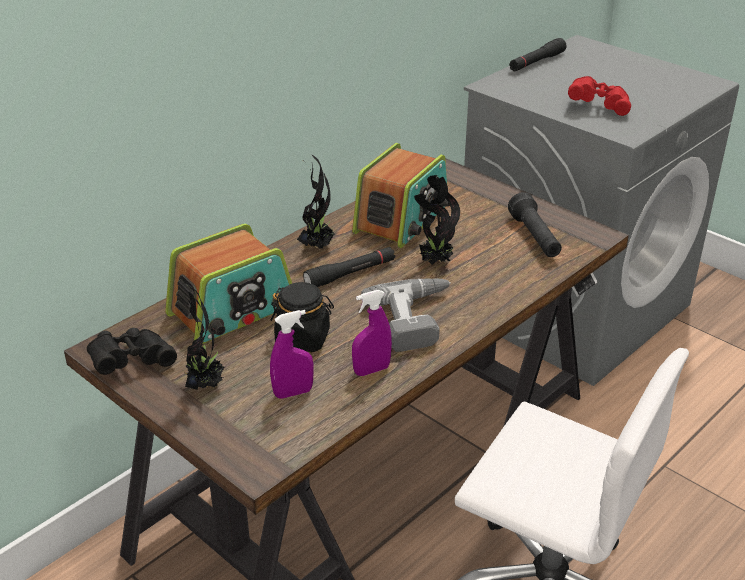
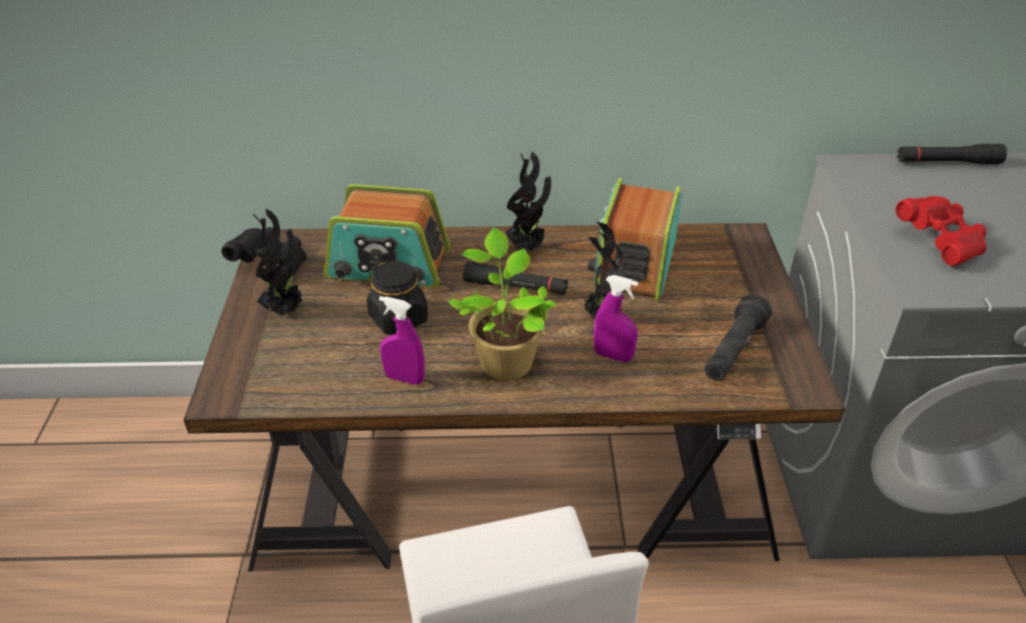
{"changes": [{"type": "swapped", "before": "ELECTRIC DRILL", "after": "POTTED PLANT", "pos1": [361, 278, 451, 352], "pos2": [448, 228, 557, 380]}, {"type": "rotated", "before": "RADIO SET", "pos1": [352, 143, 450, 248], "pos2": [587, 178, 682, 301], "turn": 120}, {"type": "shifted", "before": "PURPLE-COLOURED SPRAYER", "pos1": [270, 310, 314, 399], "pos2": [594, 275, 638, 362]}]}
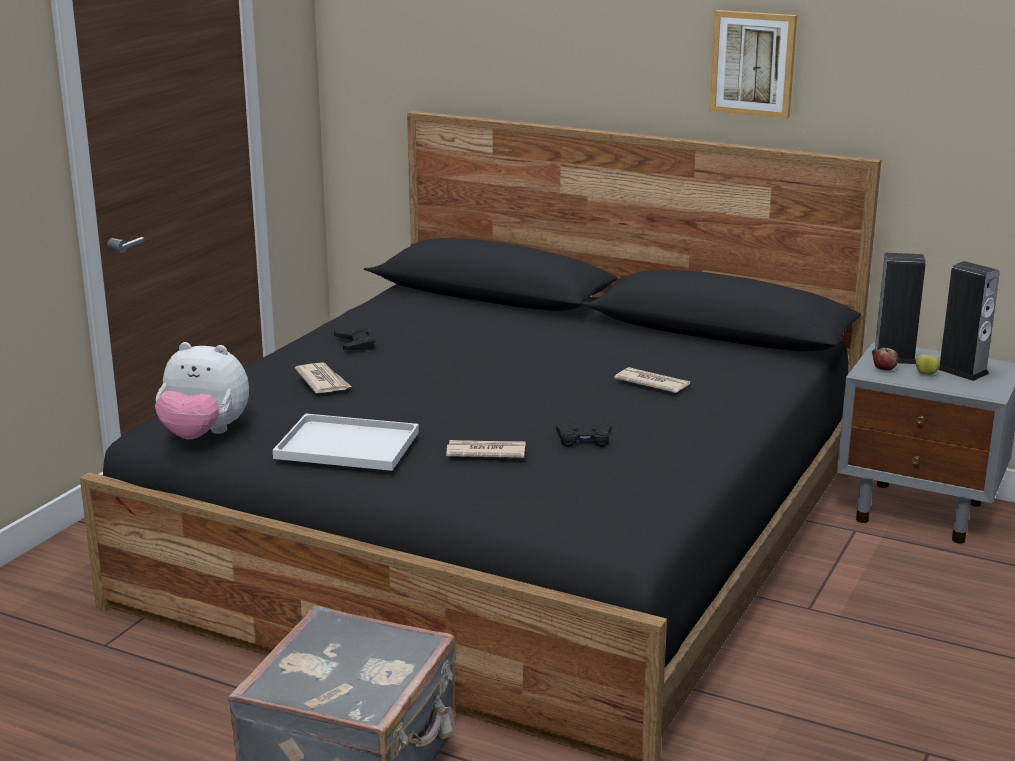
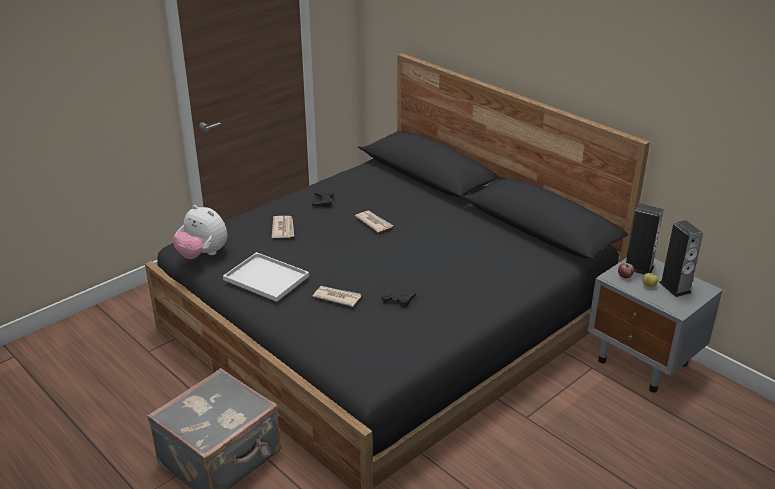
{"changes": [{"type": "shifted", "before": "DAILY PAPER", "pos1": [614, 367, 690, 393], "pos2": [355, 211, 393, 232]}, {"type": "gone", "before": "PICTURE", "pos1": [709, 10, 797, 119]}]}
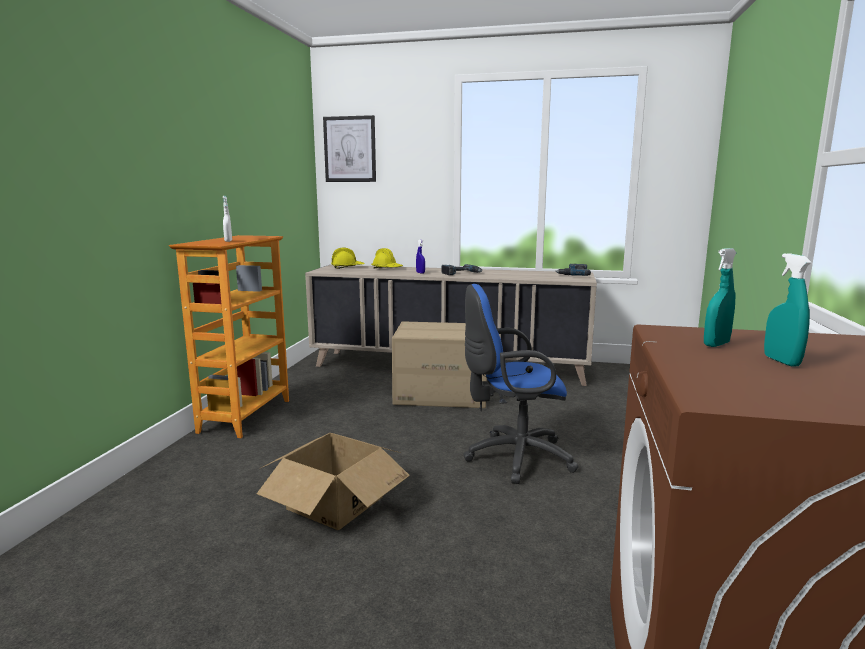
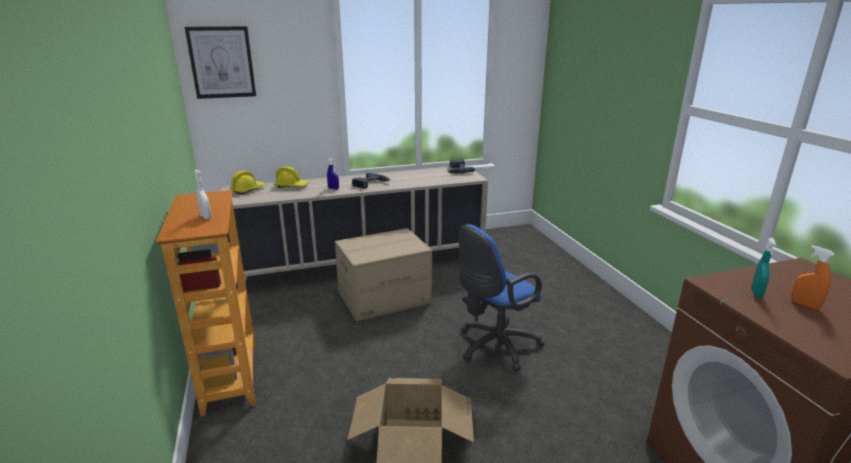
{"changes": [{"type": "repainted", "before": "TURQUOISE-COLOURED SPRAYER", "after": "ORANGE-COLOURED SPRAYER", "pos1": [764, 253, 812, 367], "pos2": [792, 245, 835, 310]}]}
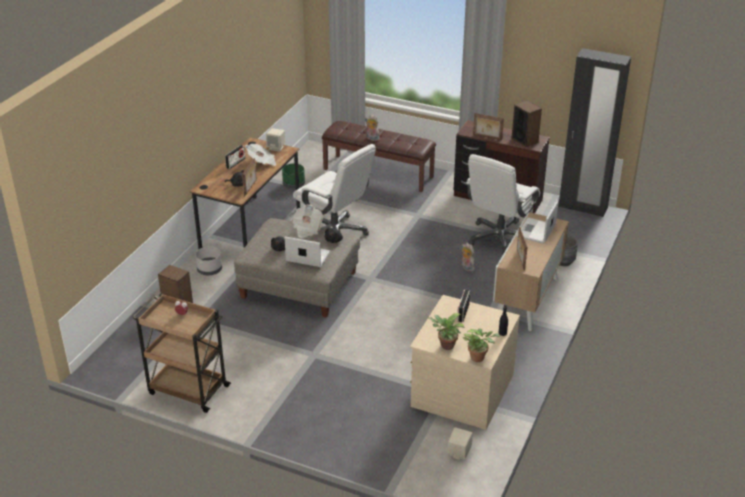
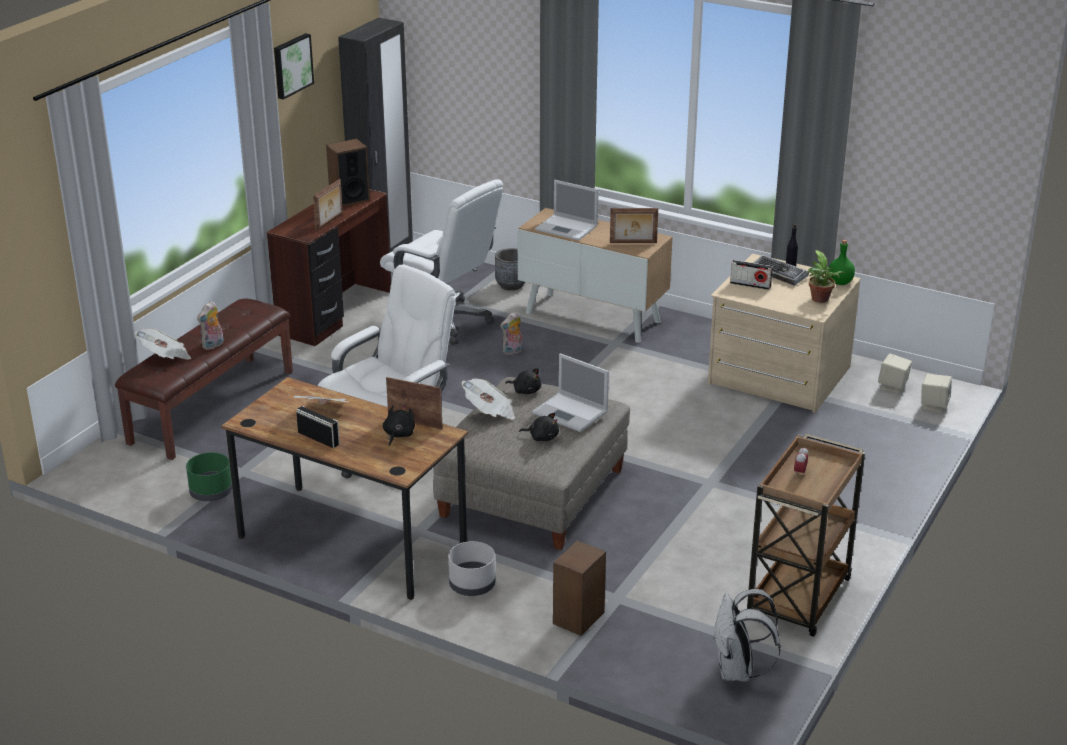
{"changes": [{"type": "new", "after": "DAILY PAPER", "pos2": [135, 328, 191, 359]}, {"type": "new", "after": "PICTURE", "pos2": [274, 33, 314, 100]}, {"type": "rotated", "before": "NOTEBOOK COMPUTER", "pos1": [285, 237, 330, 267], "pos2": [532, 354, 609, 432], "turn": -75}, {"type": "new", "after": "WHITISH RUCKSACK", "pos2": [713, 589, 781, 682]}, {"type": "new", "after": "KEYBOARD", "pos2": [754, 255, 809, 286]}, {"type": "swapped", "before": "POTTED PLANT", "after": "GREEN BOTTLE", "pos1": [463, 328, 500, 362], "pos2": [828, 240, 855, 285]}, {"type": "shifted", "before": "BEIGE SPEAKER", "pos1": [266, 128, 285, 152], "pos2": [921, 374, 952, 413]}]}
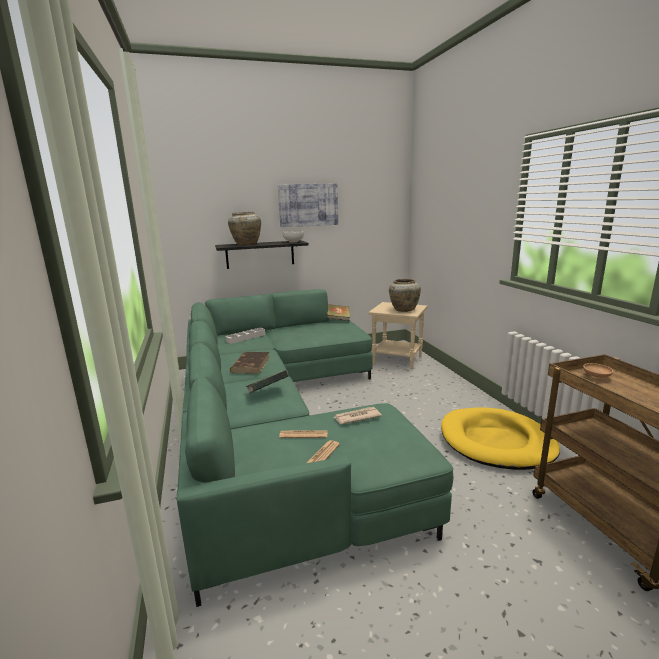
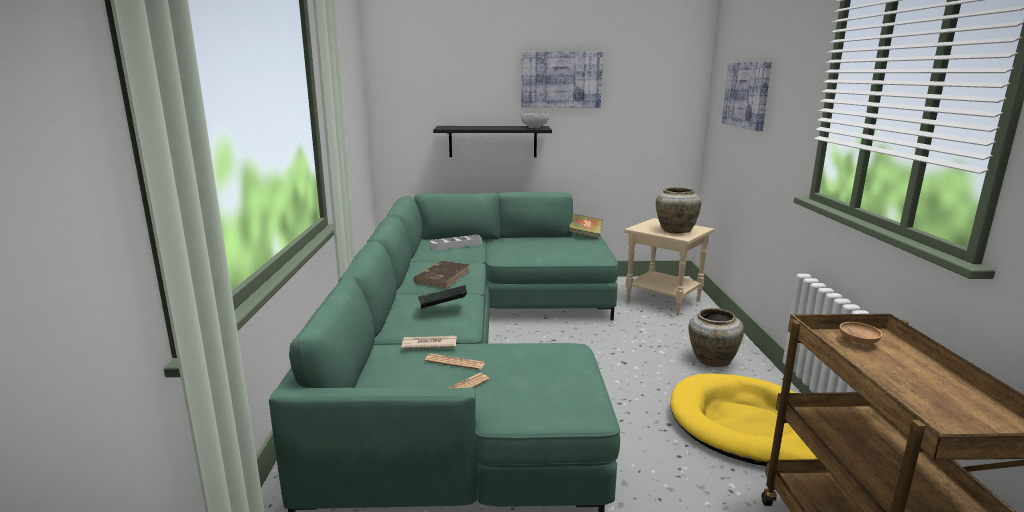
{"changes": [{"type": "shifted", "before": "DAILY PAPER", "pos1": [334, 407, 382, 424], "pos2": [401, 336, 457, 349]}, {"type": "shifted", "before": "BEIGE VASE", "pos1": [228, 212, 261, 245], "pos2": [689, 308, 744, 367]}, {"type": "new", "after": "PICTURE", "pos2": [722, 61, 772, 131]}]}
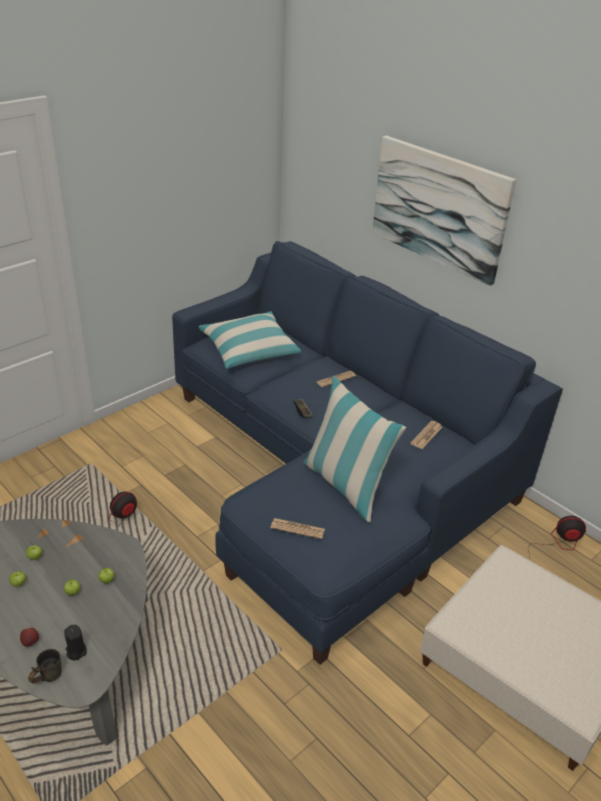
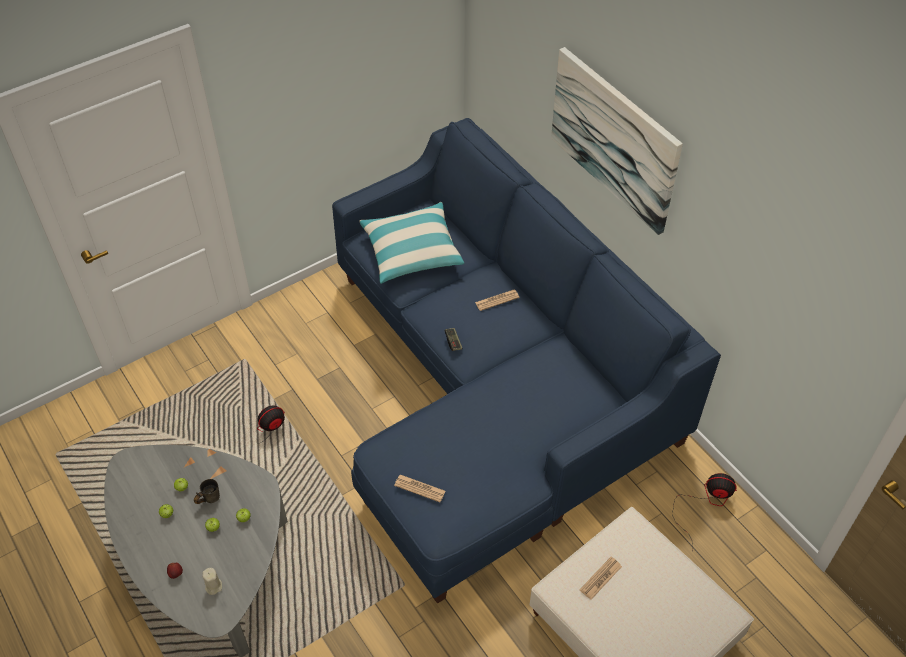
{"changes": [{"type": "shifted", "before": "GREY MUG", "pos1": [28, 649, 62, 683], "pos2": [194, 479, 220, 504]}, {"type": "repainted", "before": "BLACK-COLOURED CANDLE", "after": "BEIGE CANDLE", "pos1": [64, 625, 87, 660], "pos2": [202, 568, 222, 595]}, {"type": "shifted", "before": "DAILY PAPER", "pos1": [411, 421, 443, 449], "pos2": [580, 557, 622, 600]}, {"type": "gone", "before": "THROW PILLOW", "pos1": [304, 376, 406, 522]}]}
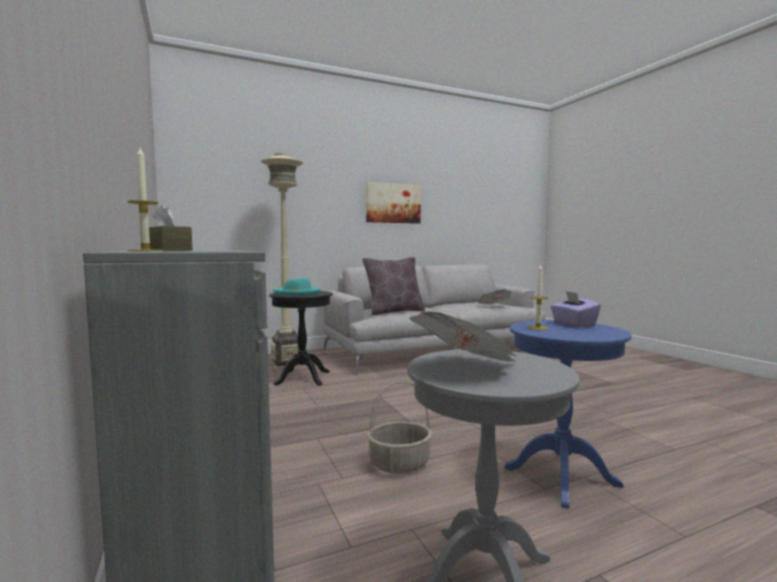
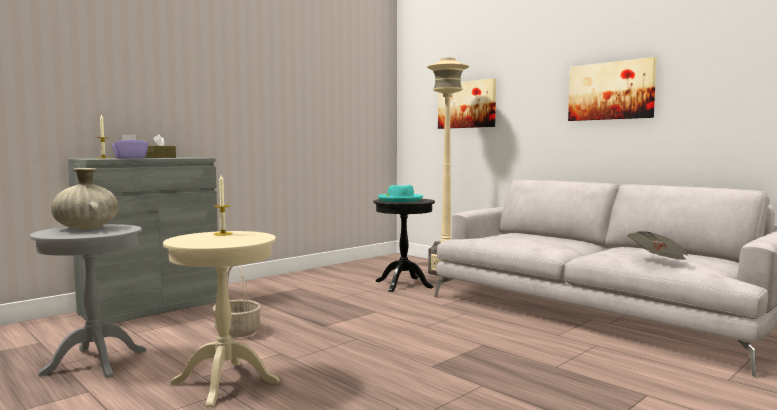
{"changes": [{"type": "swapped", "before": "DAILY PAPER", "after": "BEIGE VASE", "pos1": [409, 311, 517, 361], "pos2": [51, 168, 119, 230]}, {"type": "shifted", "before": "PURPLE-COLOURED TISSUE HOLDER", "pos1": [550, 291, 601, 327], "pos2": [112, 135, 148, 159]}, {"type": "repainted", "before": "BLUE-COLOURED SIDE TABLE", "after": "BEIGE SIDE TABLE", "pos1": [504, 320, 632, 508], "pos2": [163, 231, 280, 407]}, {"type": "new", "after": "PICTURE", "pos2": [438, 78, 496, 129]}, {"type": "gone", "before": "BROWN THROW PILLOW", "pos1": [362, 257, 425, 315]}]}
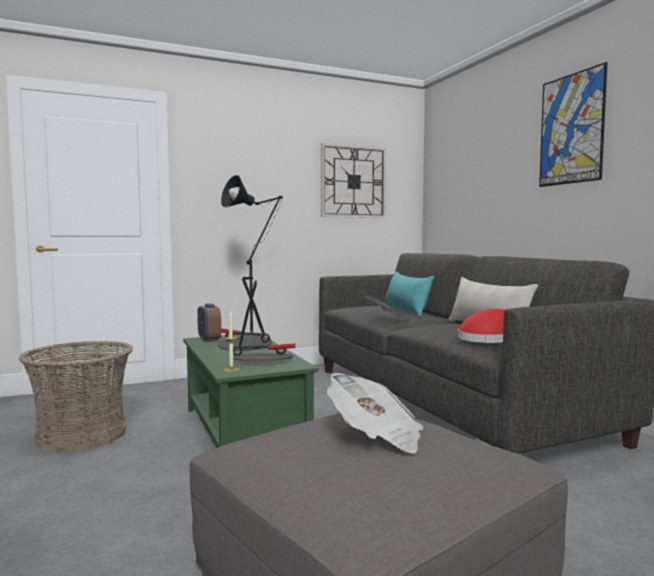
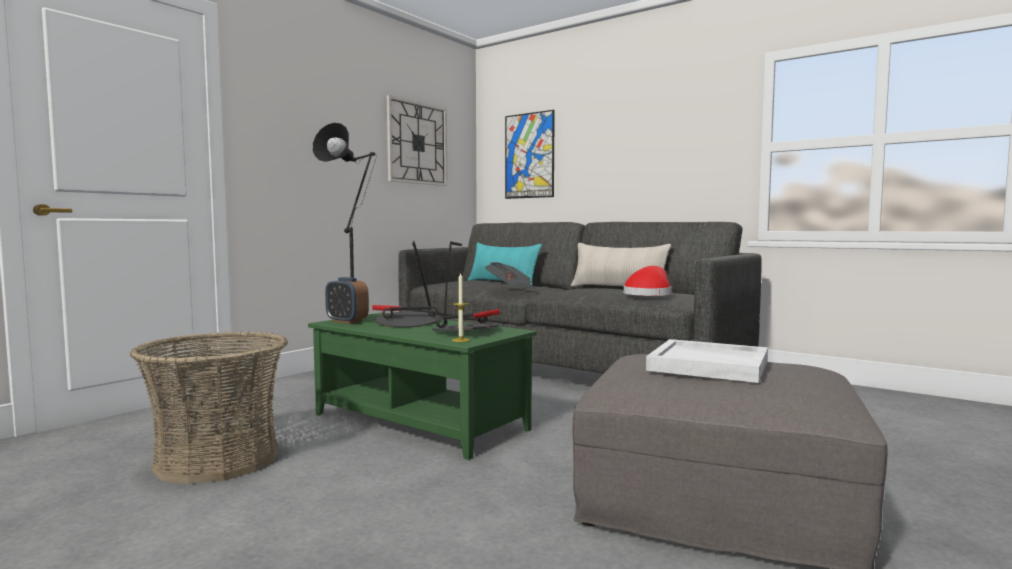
{"changes": [{"type": "shifted", "before": "PICTURE", "pos1": [539, 62, 608, 187], "pos2": [505, 110, 555, 199]}, {"type": "swapped", "before": "DAILY PAPER", "after": "WHITISH CARRYING TRAY", "pos1": [327, 373, 423, 453], "pos2": [646, 339, 768, 383]}]}
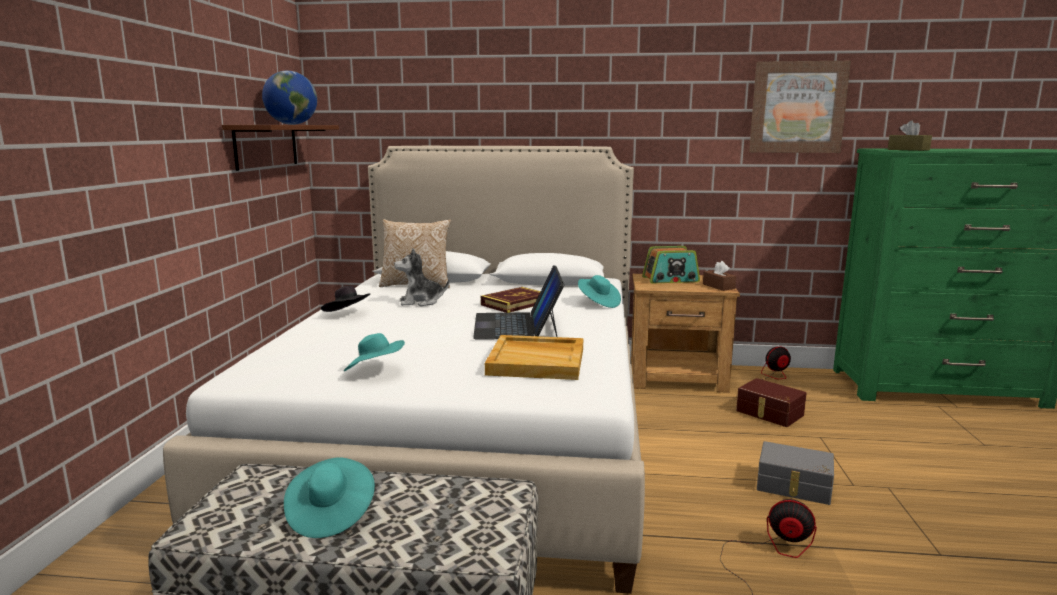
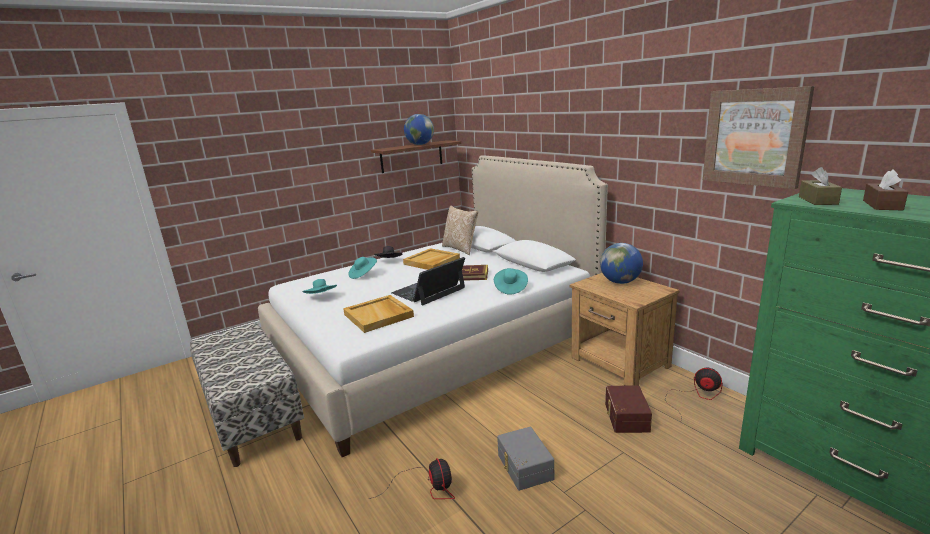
{"changes": [{"type": "shifted", "before": "TURQUOISE-COLOURED WEARABLE HAT", "pos1": [284, 457, 375, 538], "pos2": [348, 257, 377, 279]}, {"type": "swapped", "before": "SOFT TOY", "after": "BEIGE CARRYING TRAY", "pos1": [394, 248, 450, 306], "pos2": [403, 248, 460, 270]}, {"type": "swapped", "before": "RADIO SET", "after": "WORLD GLOBE", "pos1": [642, 246, 700, 284], "pos2": [600, 243, 643, 284]}, {"type": "shifted", "before": "BROWN TISSUE HOLDER", "pos1": [703, 261, 736, 291], "pos2": [863, 169, 908, 210]}]}
